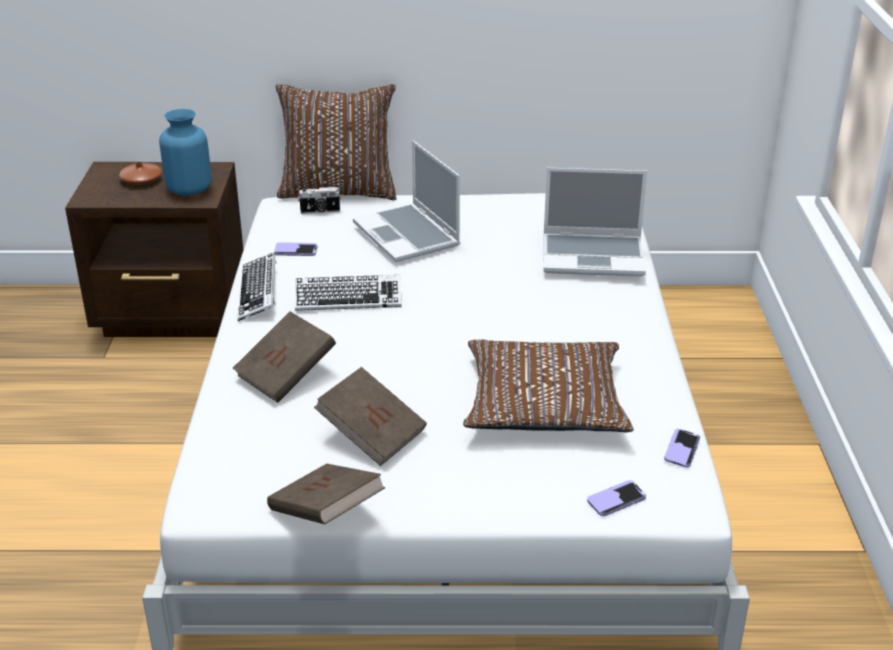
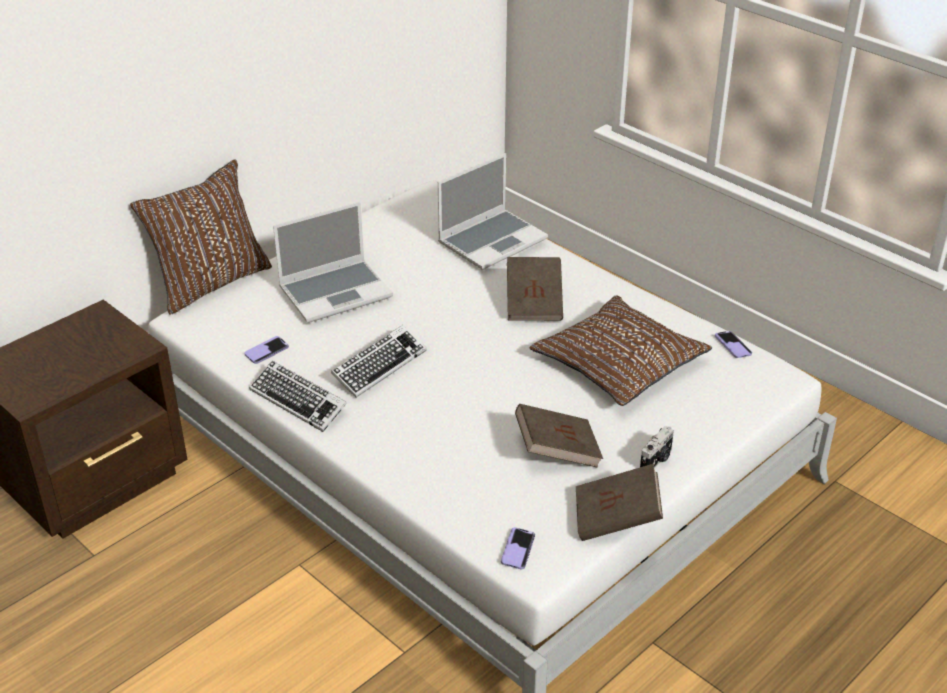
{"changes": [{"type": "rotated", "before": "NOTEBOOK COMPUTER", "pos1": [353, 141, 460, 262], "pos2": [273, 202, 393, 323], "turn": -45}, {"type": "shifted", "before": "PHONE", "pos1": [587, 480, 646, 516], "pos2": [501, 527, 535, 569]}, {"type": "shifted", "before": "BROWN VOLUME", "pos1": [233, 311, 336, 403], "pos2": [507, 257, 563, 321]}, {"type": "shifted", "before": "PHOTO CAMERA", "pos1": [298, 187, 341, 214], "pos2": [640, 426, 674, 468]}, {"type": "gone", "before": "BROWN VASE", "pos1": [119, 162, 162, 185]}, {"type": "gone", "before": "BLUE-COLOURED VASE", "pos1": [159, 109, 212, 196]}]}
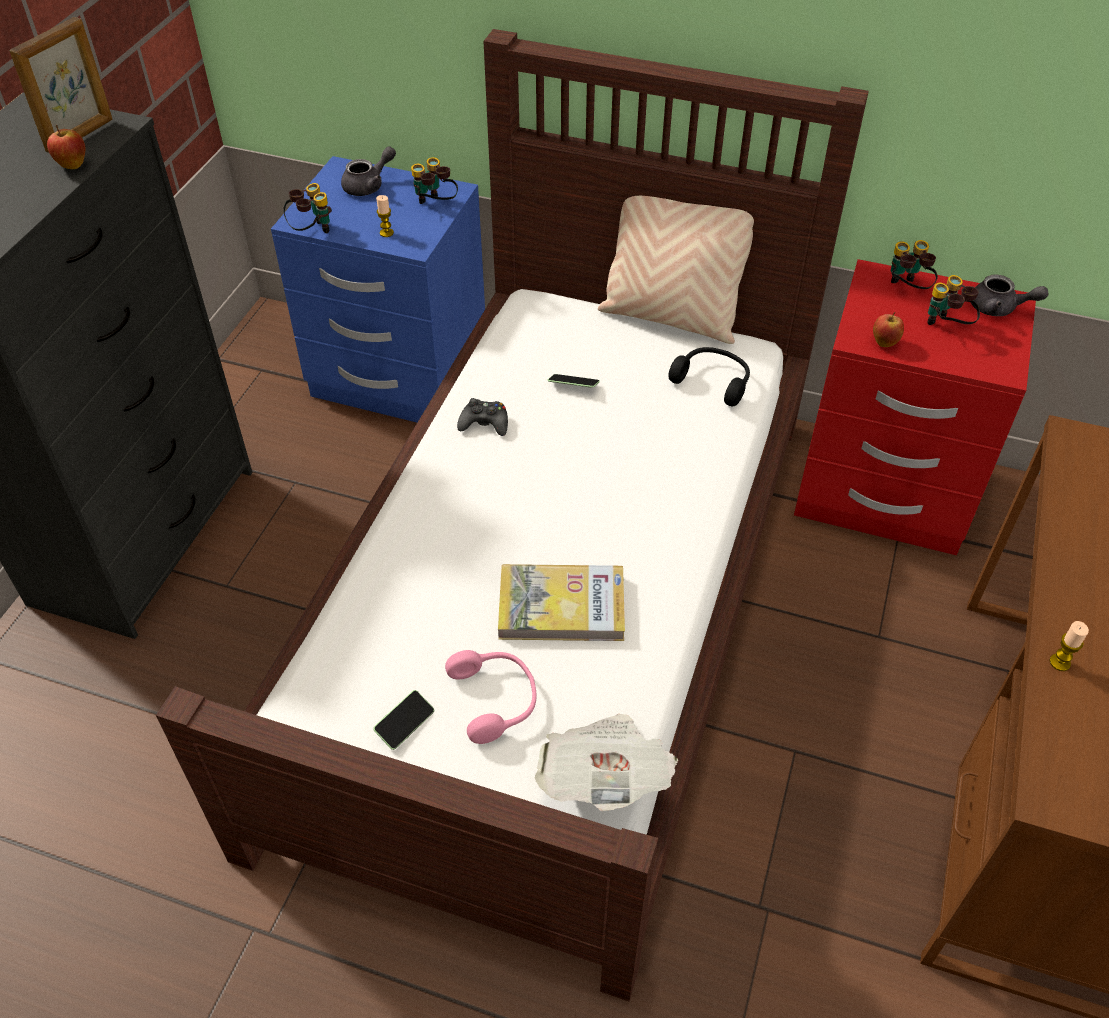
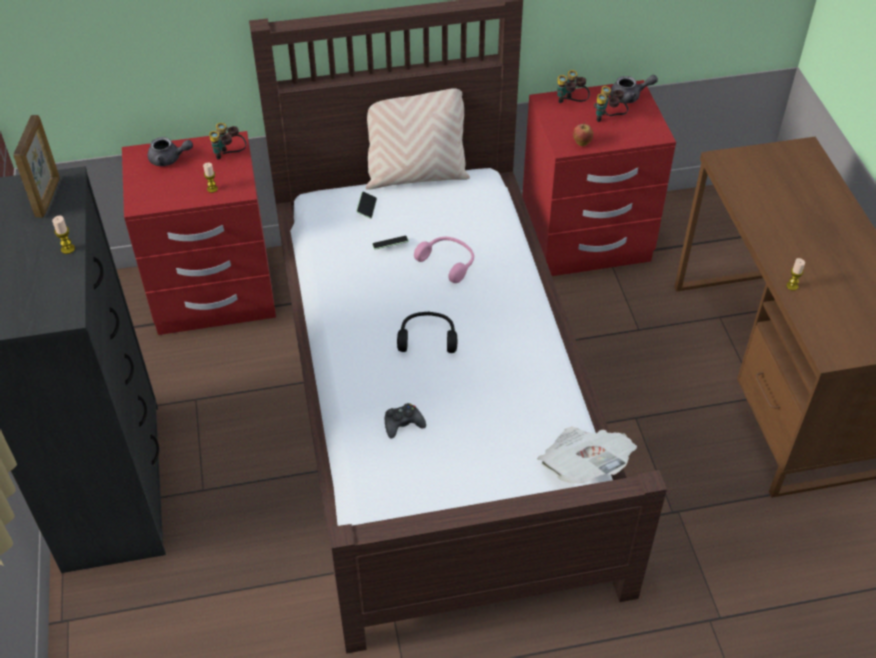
{"changes": [{"type": "new", "after": "CANDLE", "pos2": [52, 216, 75, 254]}, {"type": "repainted", "before": "BLUE-COLOURED NIGHTSTAND", "after": "RED NIGHTSTAND", "pos1": [271, 156, 485, 422], "pos2": [122, 131, 276, 335]}, {"type": "rotated", "before": "GREY TEAPOT", "pos1": [341, 146, 396, 196], "pos2": [148, 137, 193, 166], "turn": 75}, {"type": "shifted", "before": "PHONE", "pos1": [373, 690, 434, 750], "pos2": [356, 192, 377, 218]}, {"type": "shifted", "before": "BLACK-COLOURED GAMEPAD", "pos1": [457, 398, 508, 436], "pos2": [385, 403, 426, 438]}, {"type": "shifted", "before": "BLACK-COLOURED HEADPHONES", "pos1": [668, 347, 750, 406], "pos2": [397, 312, 458, 353]}, {"type": "shifted", "before": "PINKISH HEADPHONES", "pos1": [445, 650, 536, 744], "pos2": [414, 237, 474, 283]}, {"type": "gone", "before": "APPLE", "pos1": [47, 125, 85, 169]}, {"type": "gone", "before": "PAIR OF BINOCULARS", "pos1": [283, 183, 332, 233]}, {"type": "gone", "before": "VOLUME", "pos1": [498, 564, 625, 641]}]}
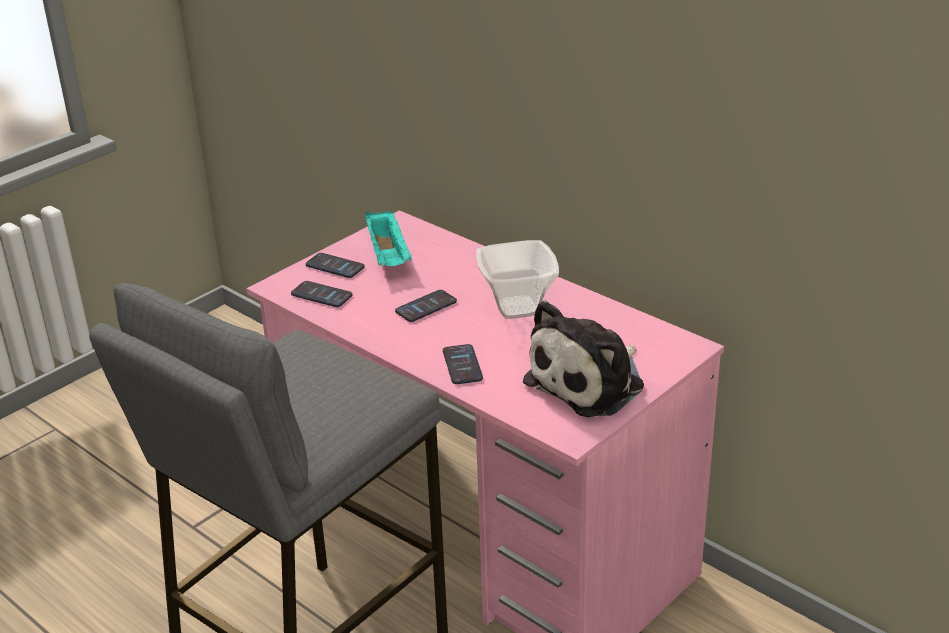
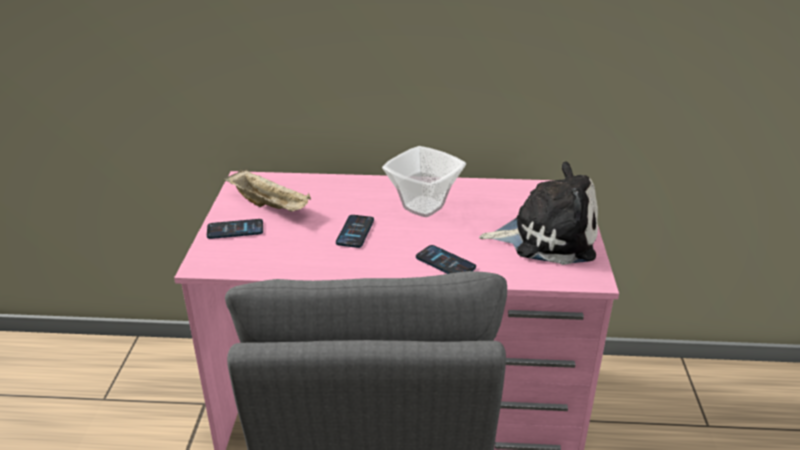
{"changes": [{"type": "repainted", "before": "TURQUOISE-COLOURED CARRYING TRAY", "after": "BEIGE CARRYING TRAY", "pos1": [365, 211, 411, 266], "pos2": [225, 169, 311, 212]}, {"type": "rotated", "before": "SOFT TOY", "pos1": [523, 300, 644, 417], "pos2": [479, 162, 598, 265], "turn": -90}, {"type": "gone", "before": "PHONE", "pos1": [291, 281, 352, 307]}]}
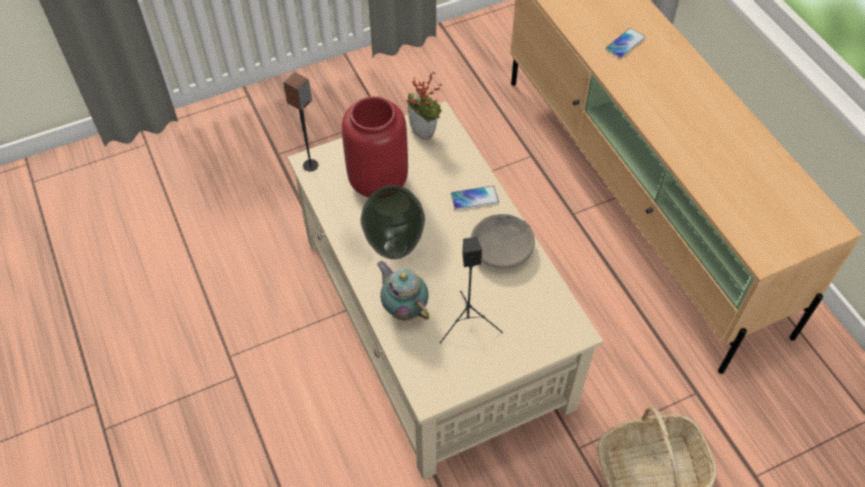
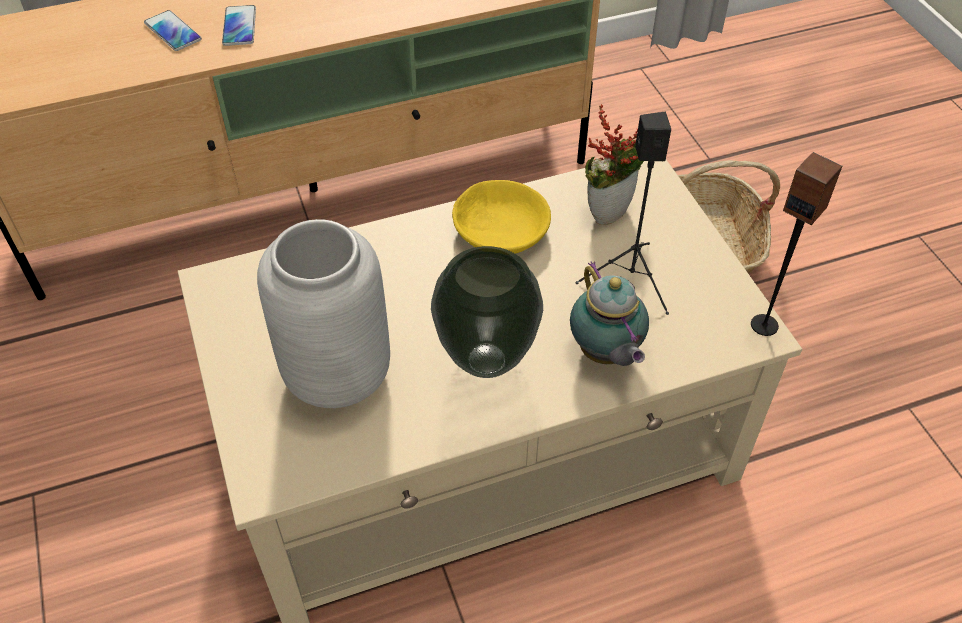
{"changes": [{"type": "shifted", "before": "PHONE", "pos1": [451, 186, 499, 210], "pos2": [222, 5, 256, 46]}, {"type": "repainted", "before": "RED VASE", "after": "GREY VASE", "pos1": [342, 96, 408, 197], "pos2": [257, 219, 390, 408]}, {"type": "repainted", "before": "GREY SERVING BOWL", "after": "YELLOW SERVING BOWL", "pos1": [471, 214, 535, 268], "pos2": [452, 180, 551, 253]}, {"type": "rotated", "before": "TEAPOT", "pos1": [377, 261, 429, 320], "pos2": [570, 261, 649, 366], "turn": -75}, {"type": "shifted", "before": "POTTED PLANT", "pos1": [406, 71, 443, 140], "pos2": [585, 104, 644, 225]}, {"type": "shifted", "before": "SPEAKER", "pos1": [283, 72, 318, 171], "pos2": [751, 152, 842, 336]}]}
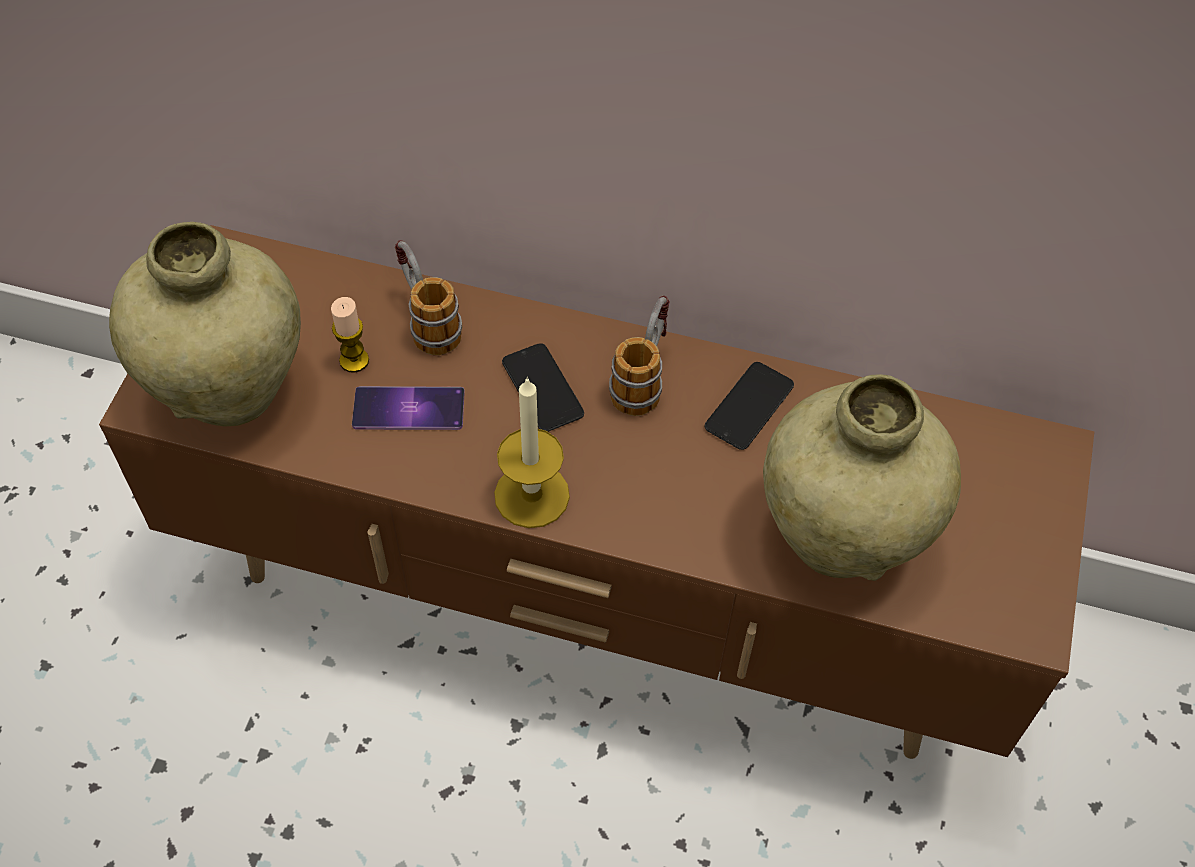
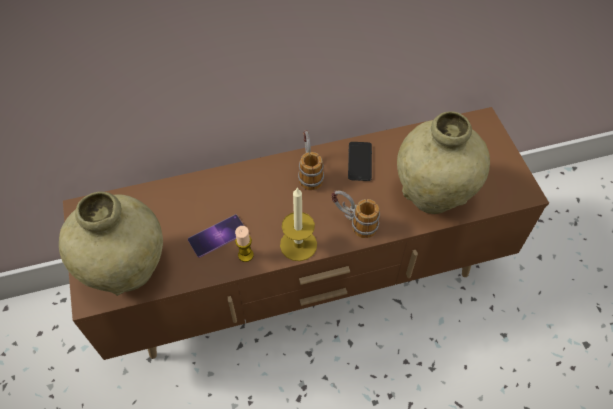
{"changes": [{"type": "shifted", "before": "CANDLE", "pos1": [331, 297, 369, 373], "pos2": [235, 226, 254, 262]}, {"type": "shifted", "before": "MUG", "pos1": [395, 240, 462, 355], "pos2": [332, 190, 380, 238]}, {"type": "gone", "before": "PHONE", "pos1": [502, 343, 584, 432]}]}
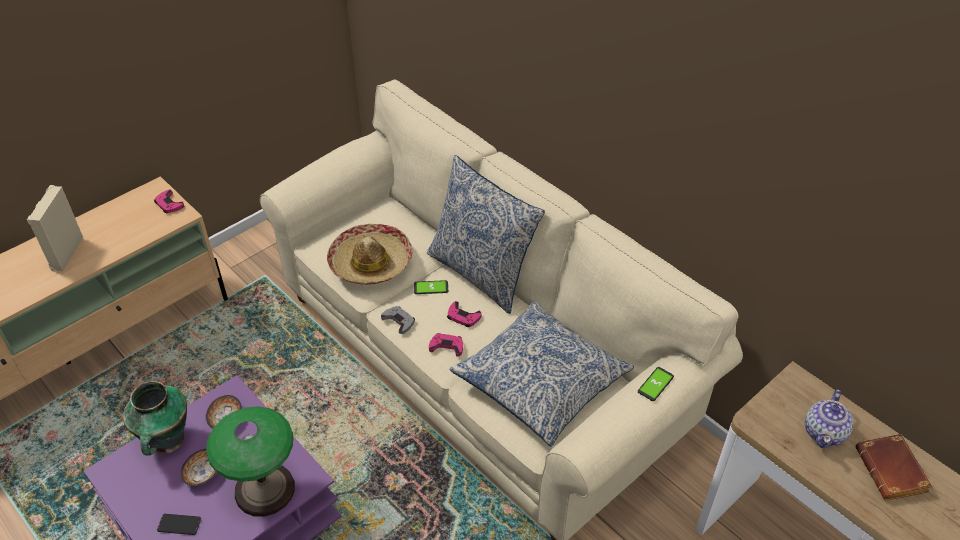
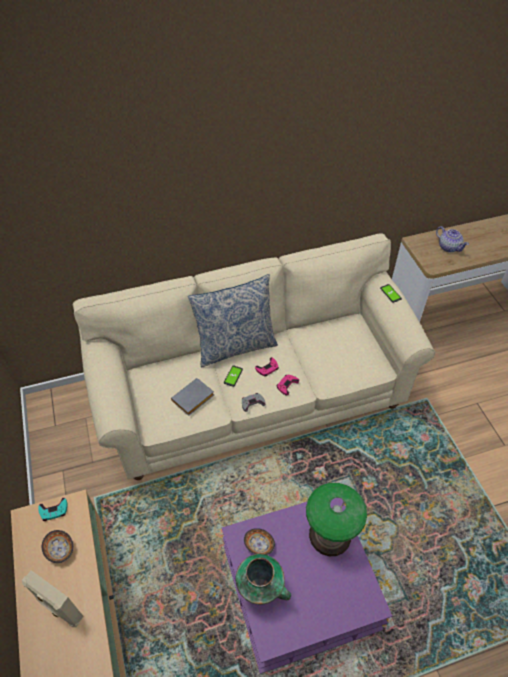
{"changes": [{"type": "repainted", "before": "PINKISH GAMEPAD", "after": "TURQUOISE-COLOURED GAMEPAD", "pos1": [154, 190, 184, 213], "pos2": [38, 498, 68, 521]}, {"type": "shifted", "before": "SERVING BOWL", "pos1": [180, 449, 216, 486], "pos2": [42, 530, 73, 563]}, {"type": "swapped", "before": "WEARABLE HAT", "after": "GREY VOLUME", "pos1": [327, 224, 413, 285], "pos2": [171, 378, 214, 416]}, {"type": "gone", "before": "PHONE", "pos1": [157, 514, 201, 535]}, {"type": "gone", "before": "THROW PILLOW", "pos1": [450, 302, 634, 447]}, {"type": "gone", "before": "BROWN VOLUME", "pos1": [855, 434, 933, 501]}]}
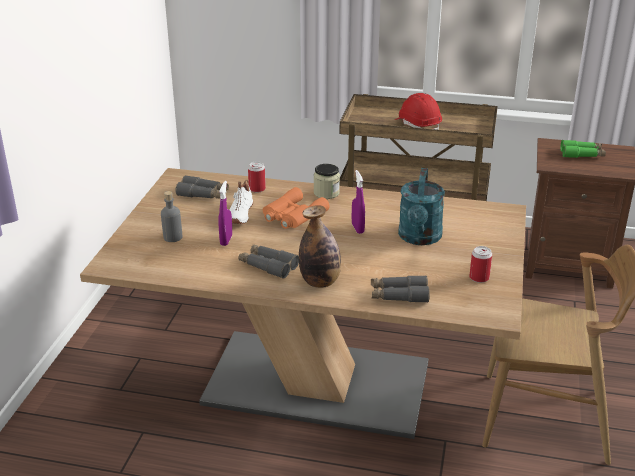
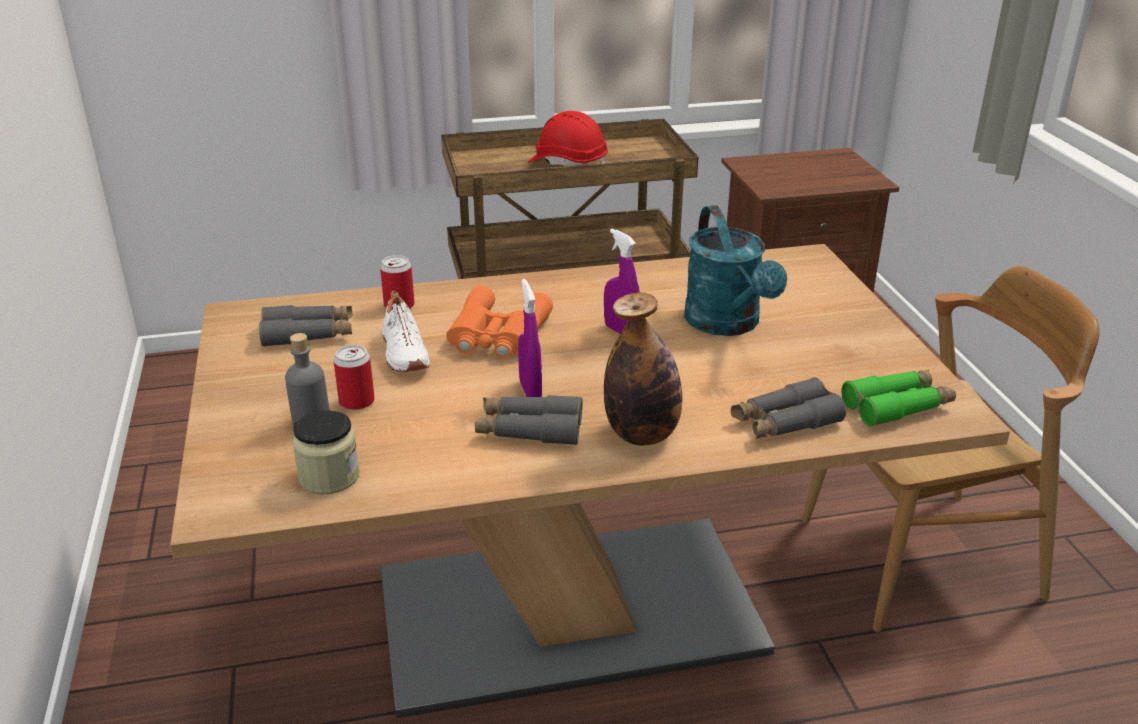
{"changes": [{"type": "shifted", "before": "STORAGE JAR", "pos1": [314, 164, 340, 199], "pos2": [292, 410, 360, 494]}, {"type": "shifted", "before": "SEALED CAN", "pos1": [469, 246, 492, 283], "pos2": [333, 345, 375, 410]}, {"type": "shifted", "before": "PURPLE-COLOURED SPRAYER", "pos1": [219, 181, 232, 246], "pos2": [518, 279, 542, 397]}, {"type": "shifted", "before": "GREEN PAIR OF BINOCULARS", "pos1": [561, 140, 606, 158], "pos2": [841, 370, 956, 427]}]}
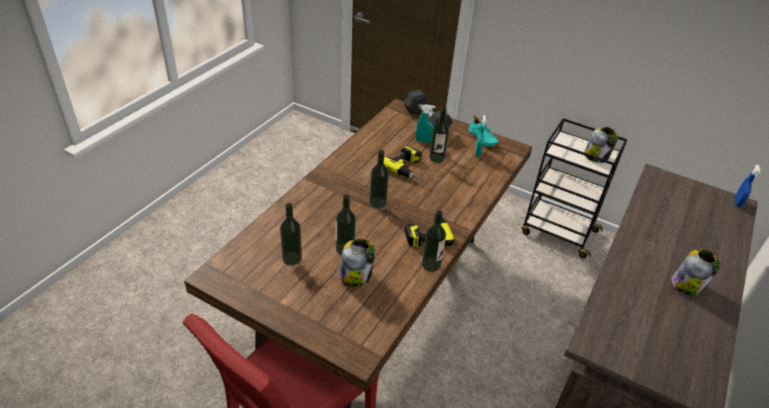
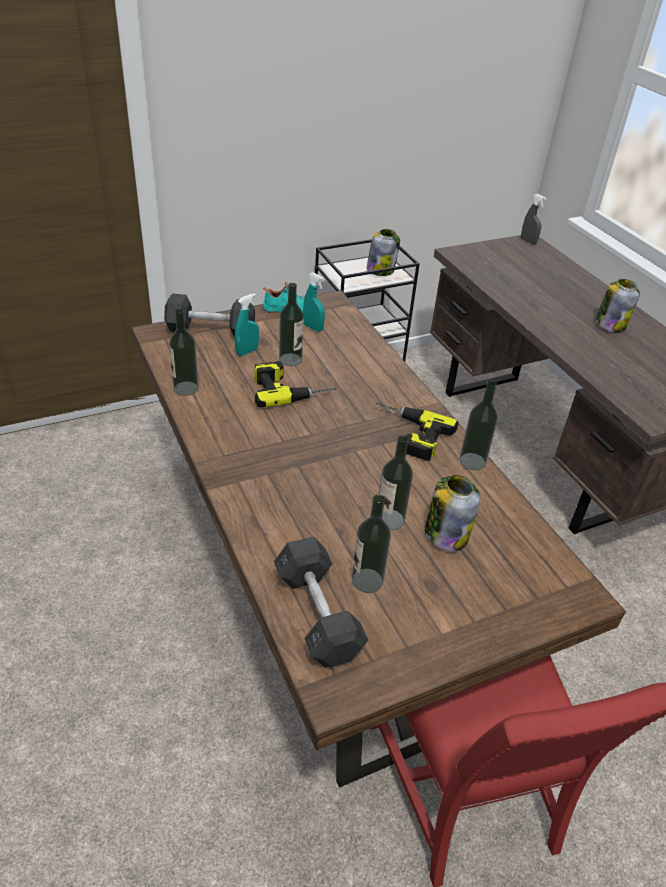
{"changes": [{"type": "shifted", "before": "BOTTLE", "pos1": [369, 150, 389, 208], "pos2": [169, 308, 199, 396]}, {"type": "new", "after": "GREY FREE WEIGHT", "pos2": [274, 536, 369, 667]}, {"type": "repainted", "before": "BLUE-COLOURED SPRAYER", "after": "GREY SPRAYER", "pos1": [735, 165, 760, 207], "pos2": [521, 194, 547, 245]}]}
